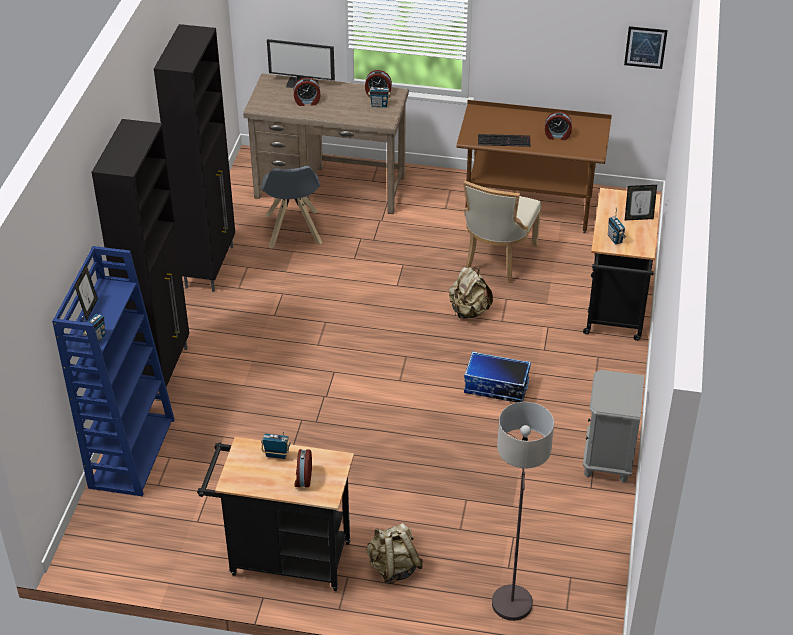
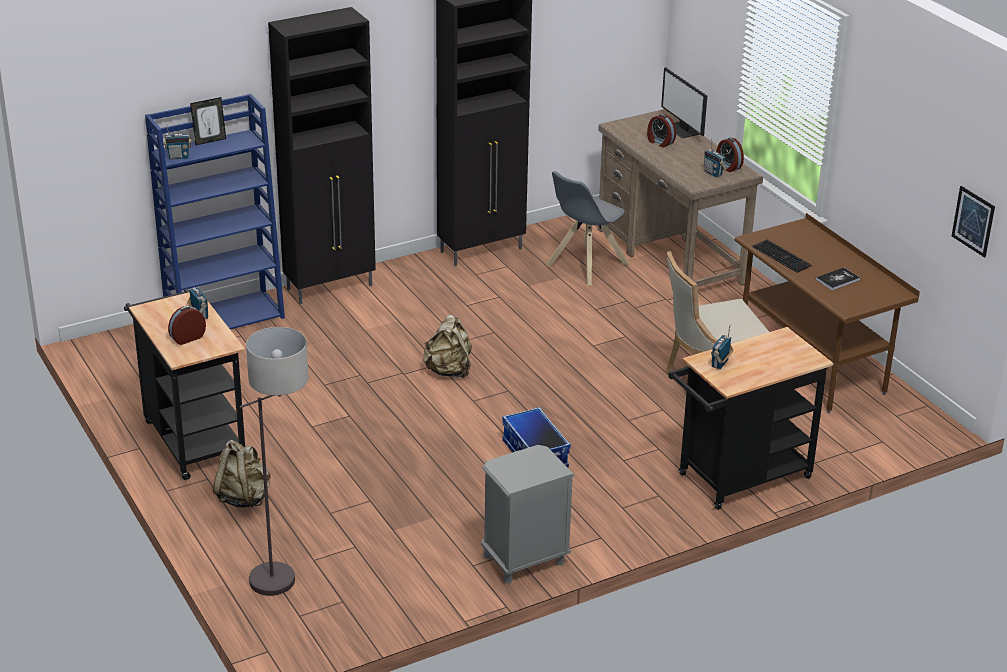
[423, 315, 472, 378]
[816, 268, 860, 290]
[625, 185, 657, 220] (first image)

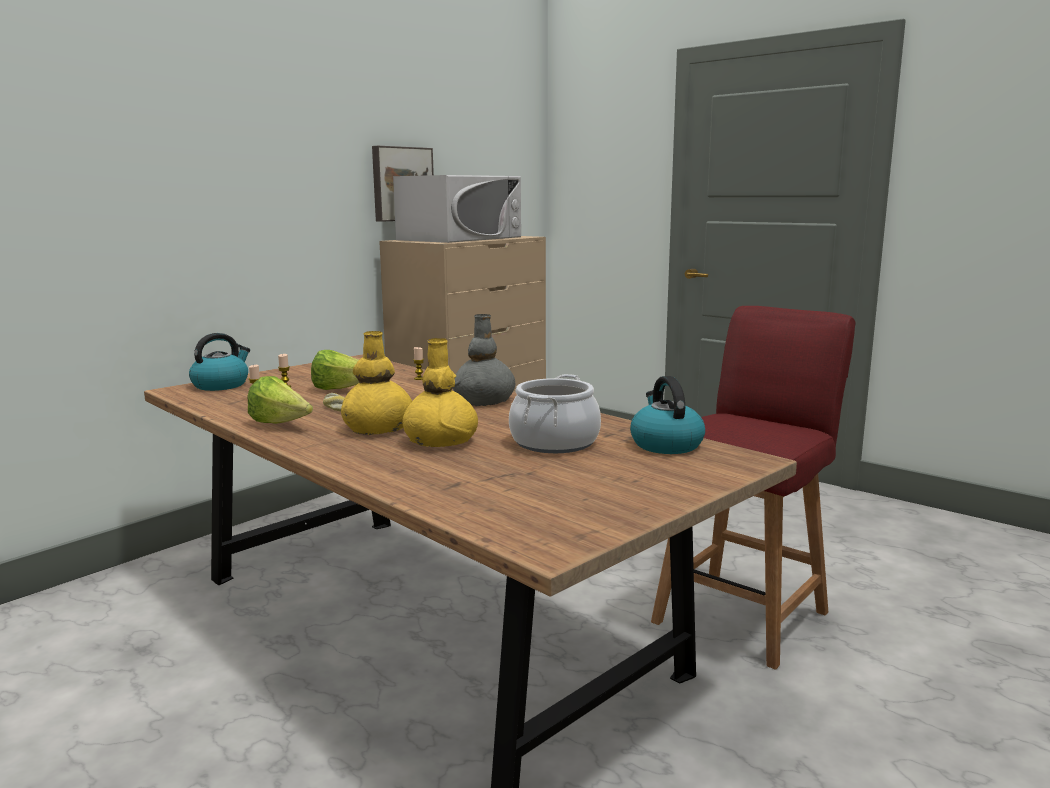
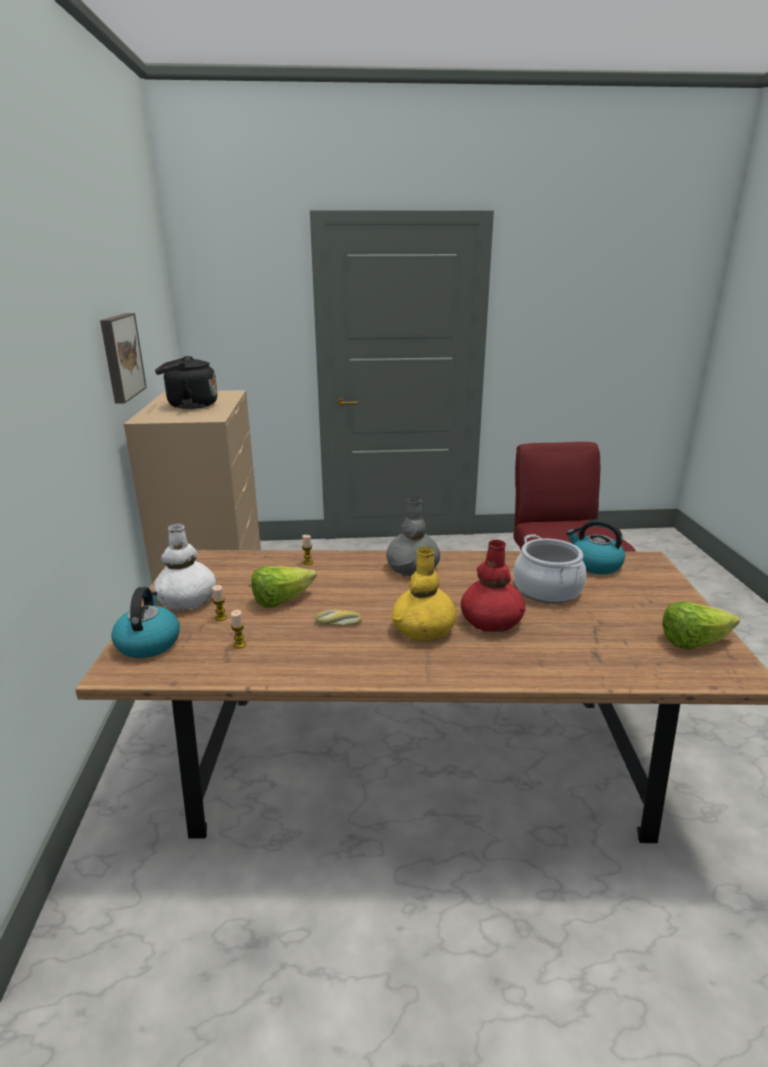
[154, 523, 216, 611]
[155, 356, 218, 409]
[461, 540, 526, 632]
[663, 601, 740, 649]

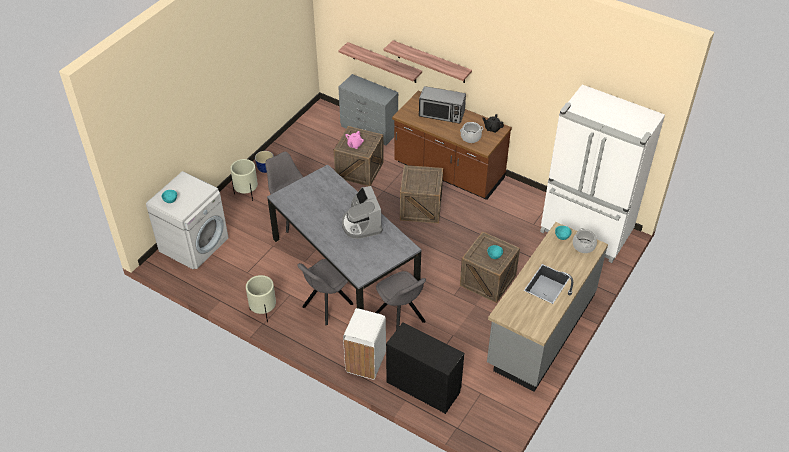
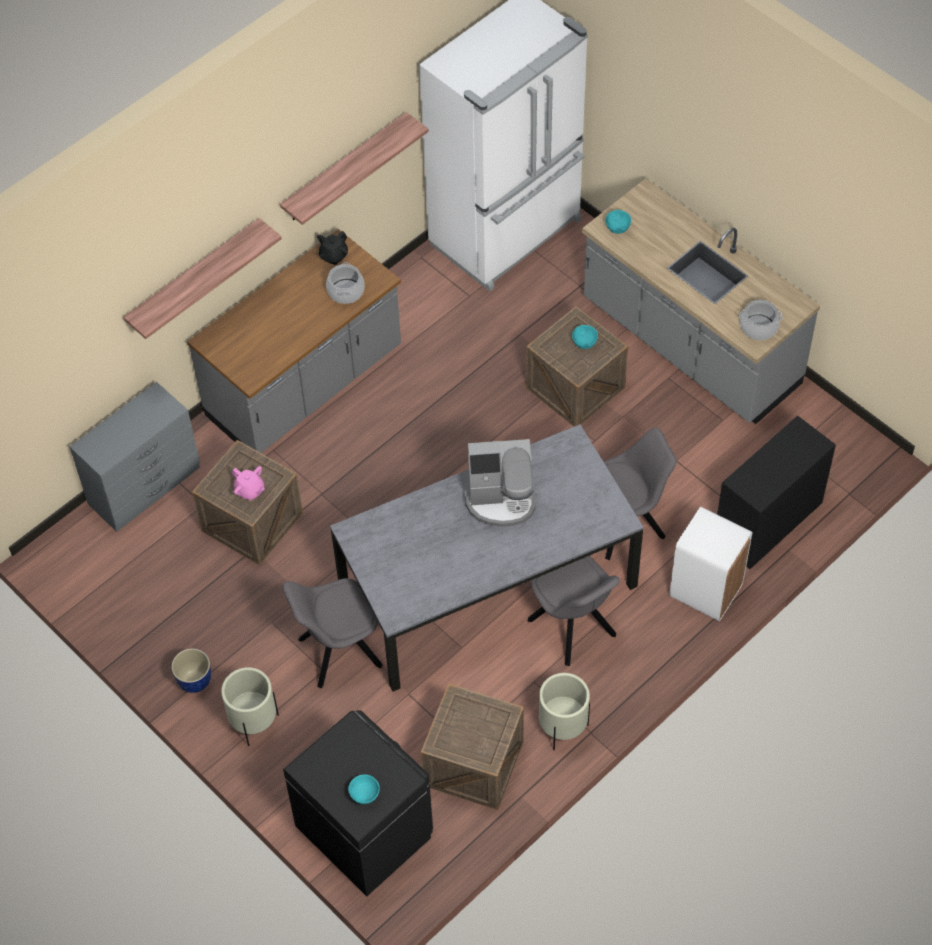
[187, 229, 401, 453]
[280, 112, 429, 225]
[283, 710, 433, 897]
[421, 683, 524, 810]
[739, 300, 783, 340]
[419, 86, 466, 124] (first image)

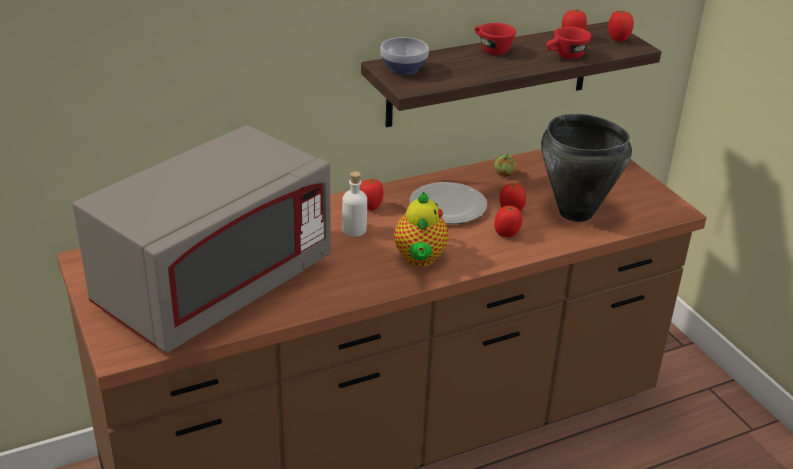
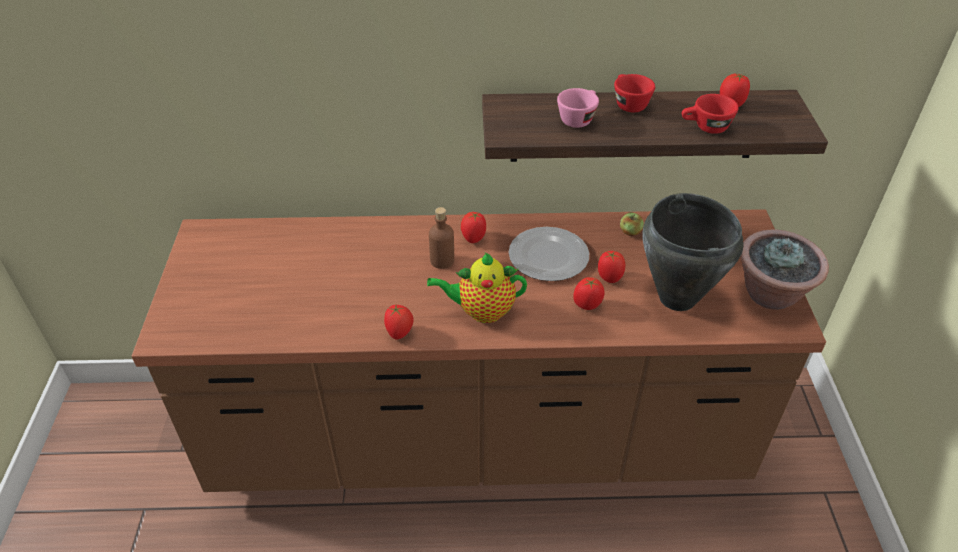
[384, 305, 414, 340]
[427, 253, 527, 323]
[429, 207, 454, 269]
[557, 88, 599, 128]
[740, 230, 829, 310]
[72, 125, 331, 352] (first image)
[380, 37, 429, 75] (first image)

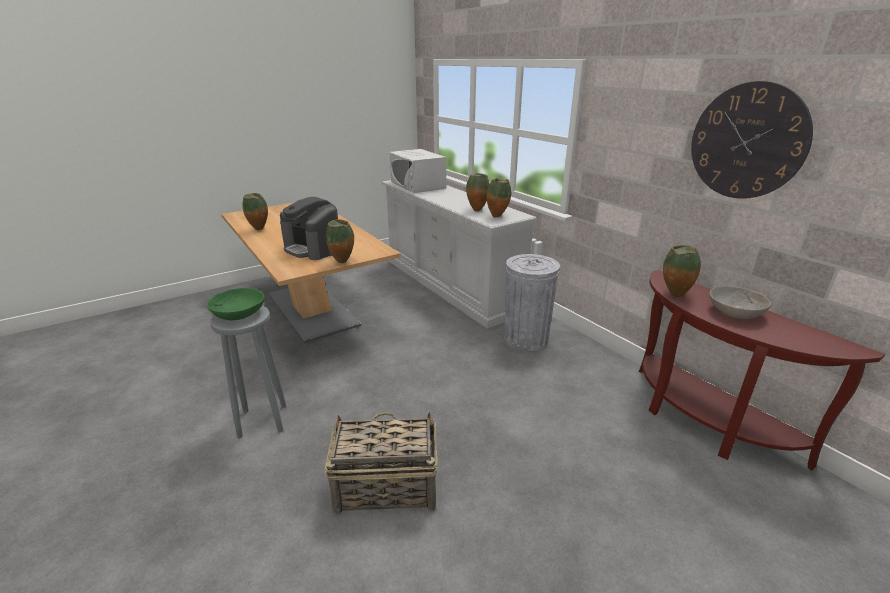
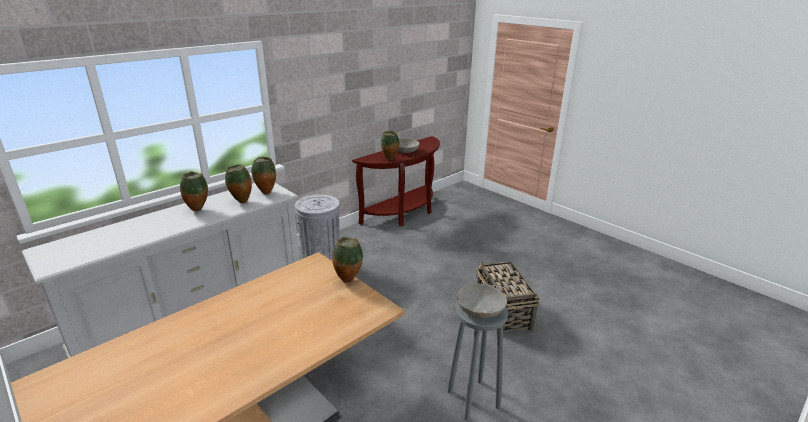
[180, 171, 208, 211]
[457, 284, 507, 319]
[280, 197, 338, 260] (first image)
[390, 149, 446, 193] (first image)
[691, 81, 813, 199] (first image)

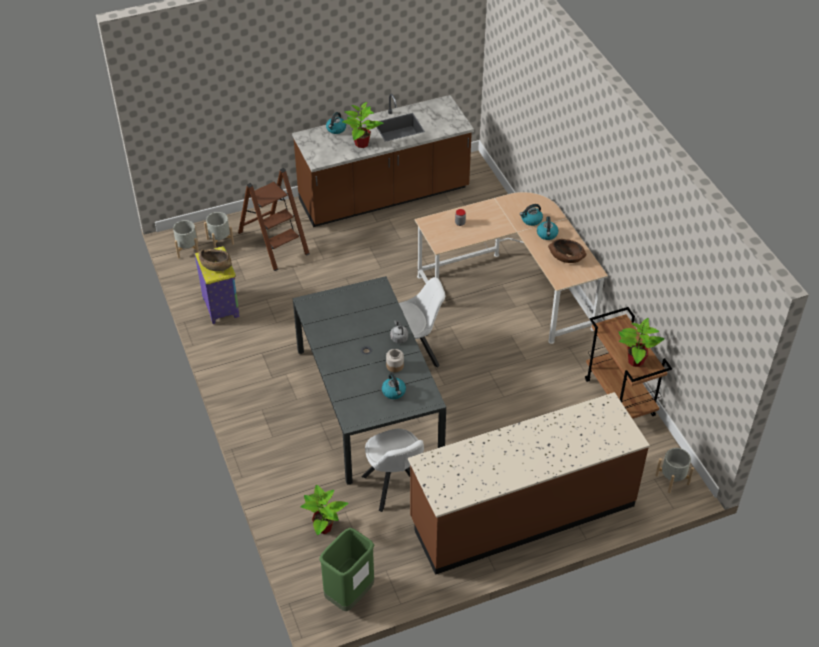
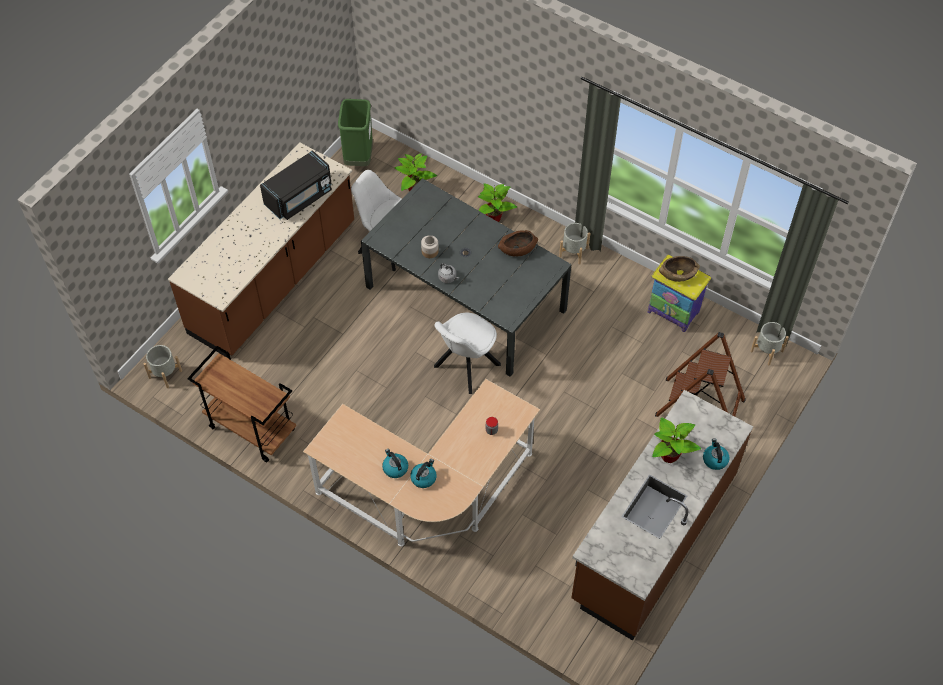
[260, 150, 332, 220]
[478, 183, 517, 222]
[498, 230, 538, 256]
[559, 223, 590, 264]
[382, 373, 406, 399] (first image)

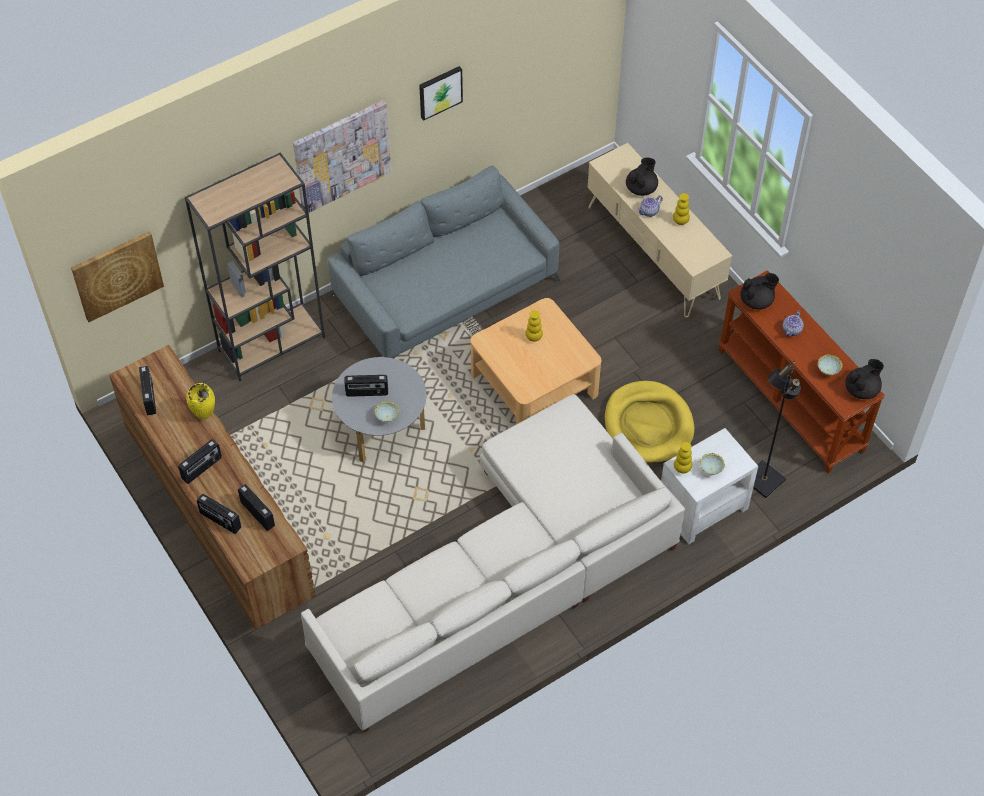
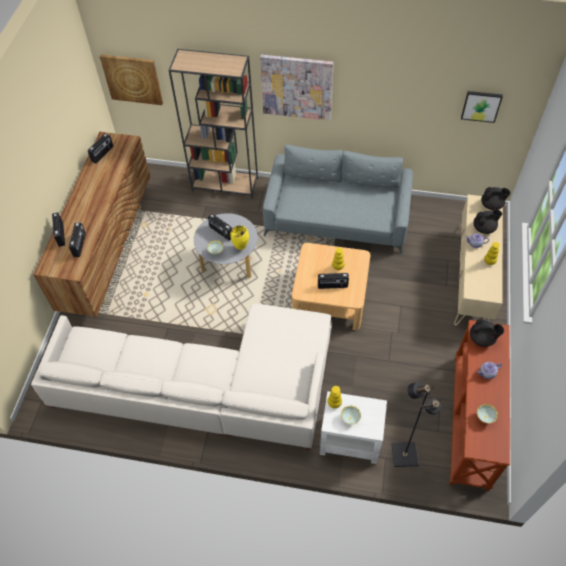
[230, 225, 249, 250]
[318, 273, 349, 289]
[461, 91, 503, 123]
[481, 187, 511, 210]
[604, 381, 694, 463] (first image)

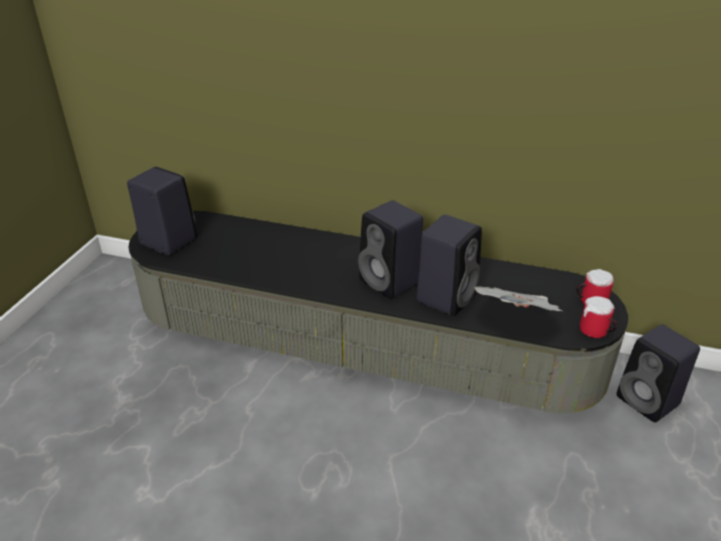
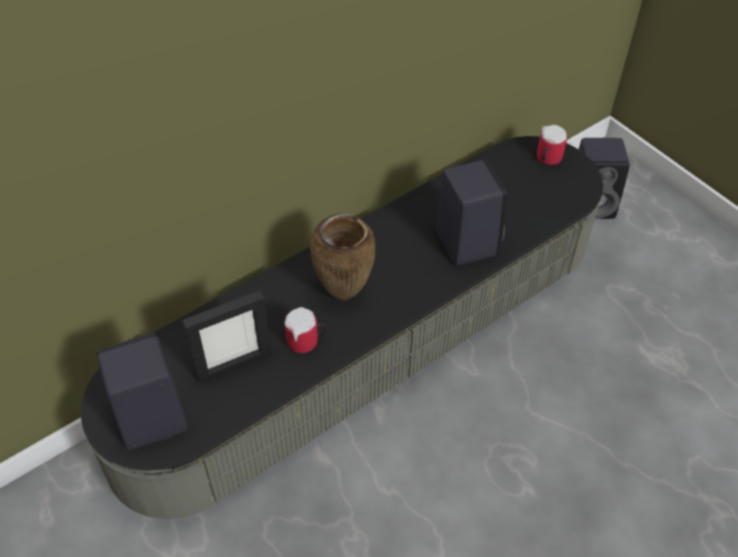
[182, 291, 272, 384]
[284, 307, 327, 353]
[310, 213, 375, 301]
[358, 200, 423, 299] (first image)
[475, 287, 564, 312] (first image)

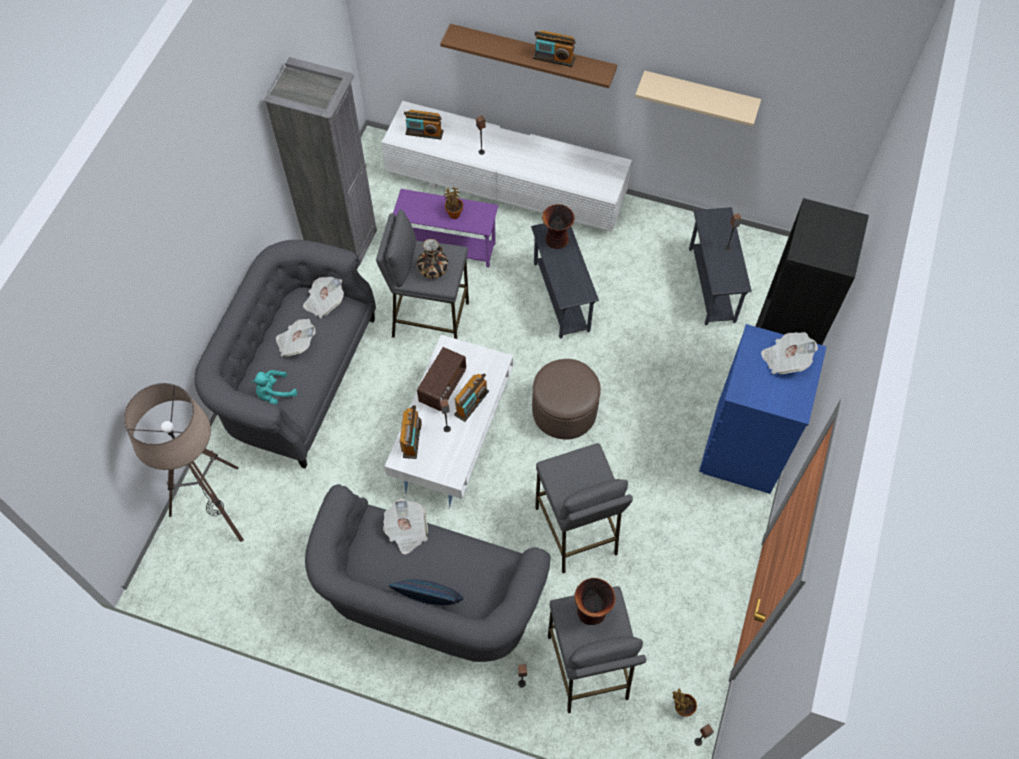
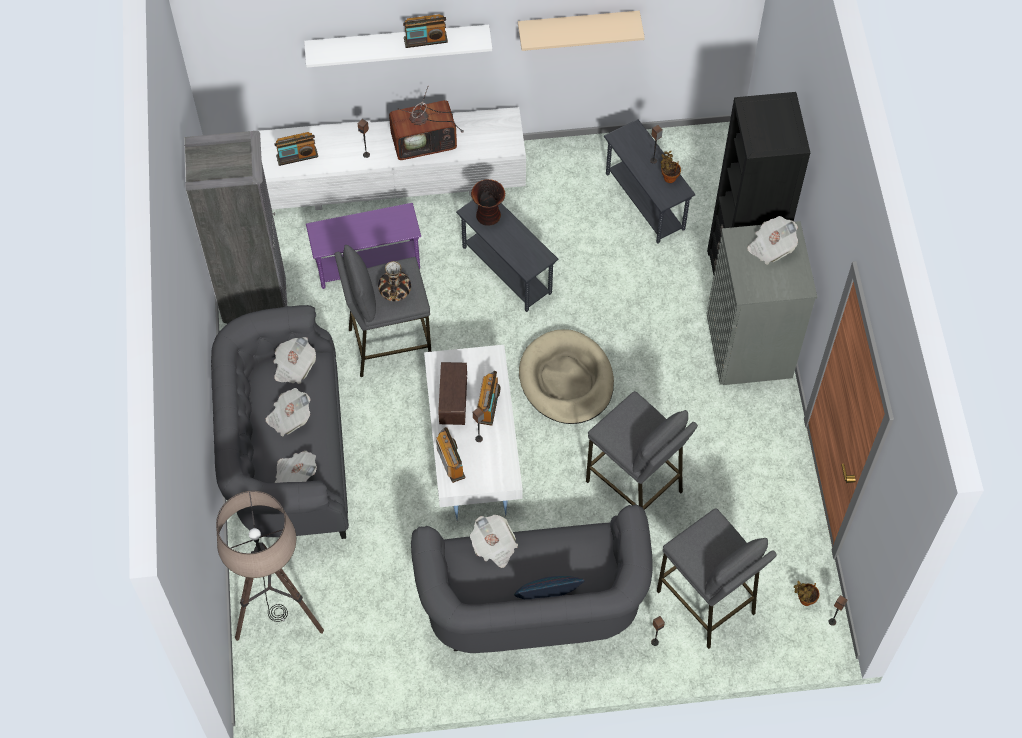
[275, 451, 317, 483]
[304, 25, 492, 68]
[389, 85, 464, 160]
[519, 329, 614, 424]
[661, 151, 681, 183]
[706, 221, 817, 385]
[574, 578, 616, 625] (first image)

